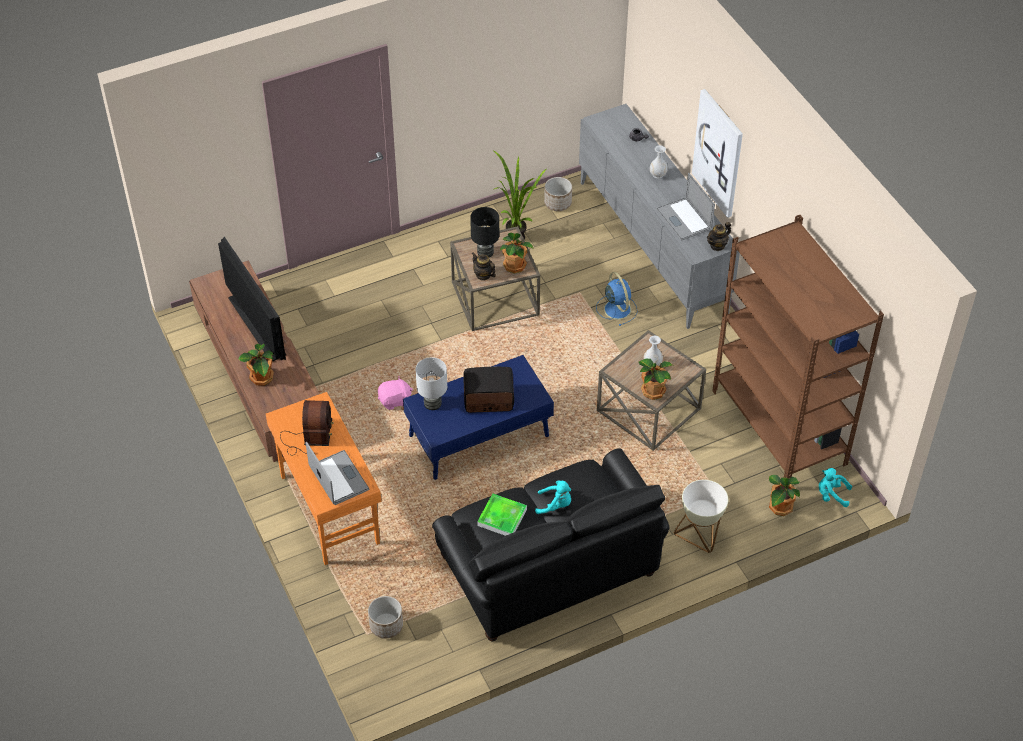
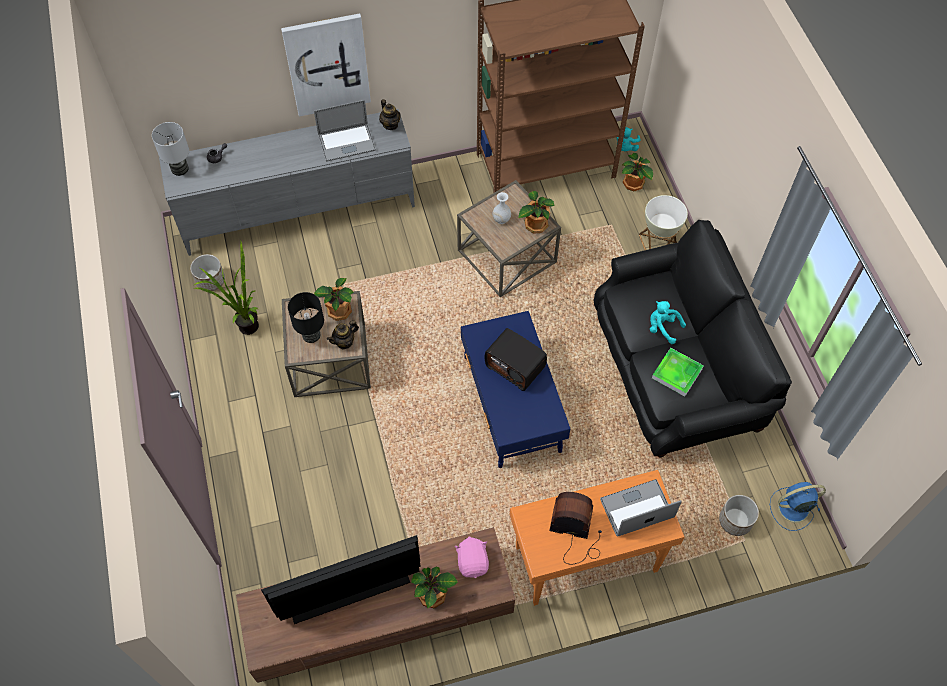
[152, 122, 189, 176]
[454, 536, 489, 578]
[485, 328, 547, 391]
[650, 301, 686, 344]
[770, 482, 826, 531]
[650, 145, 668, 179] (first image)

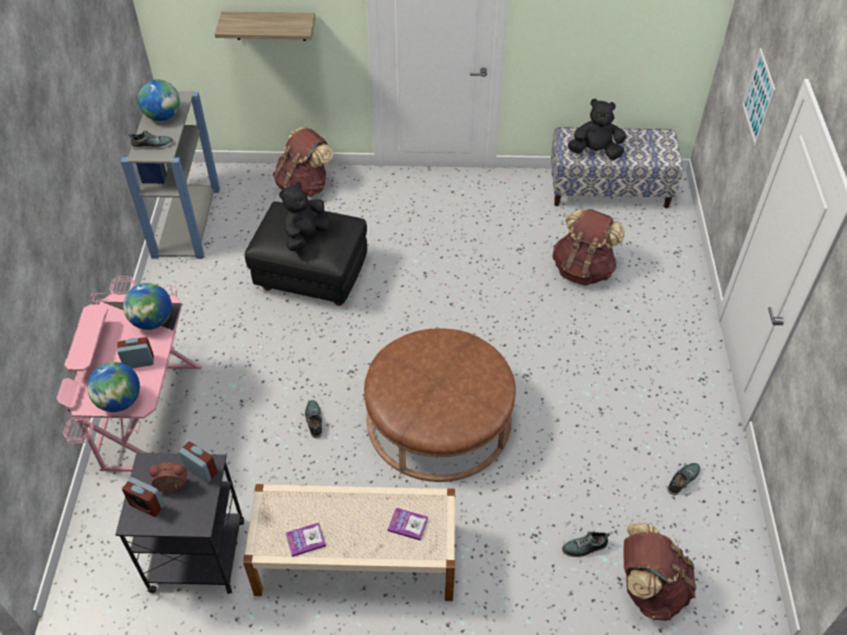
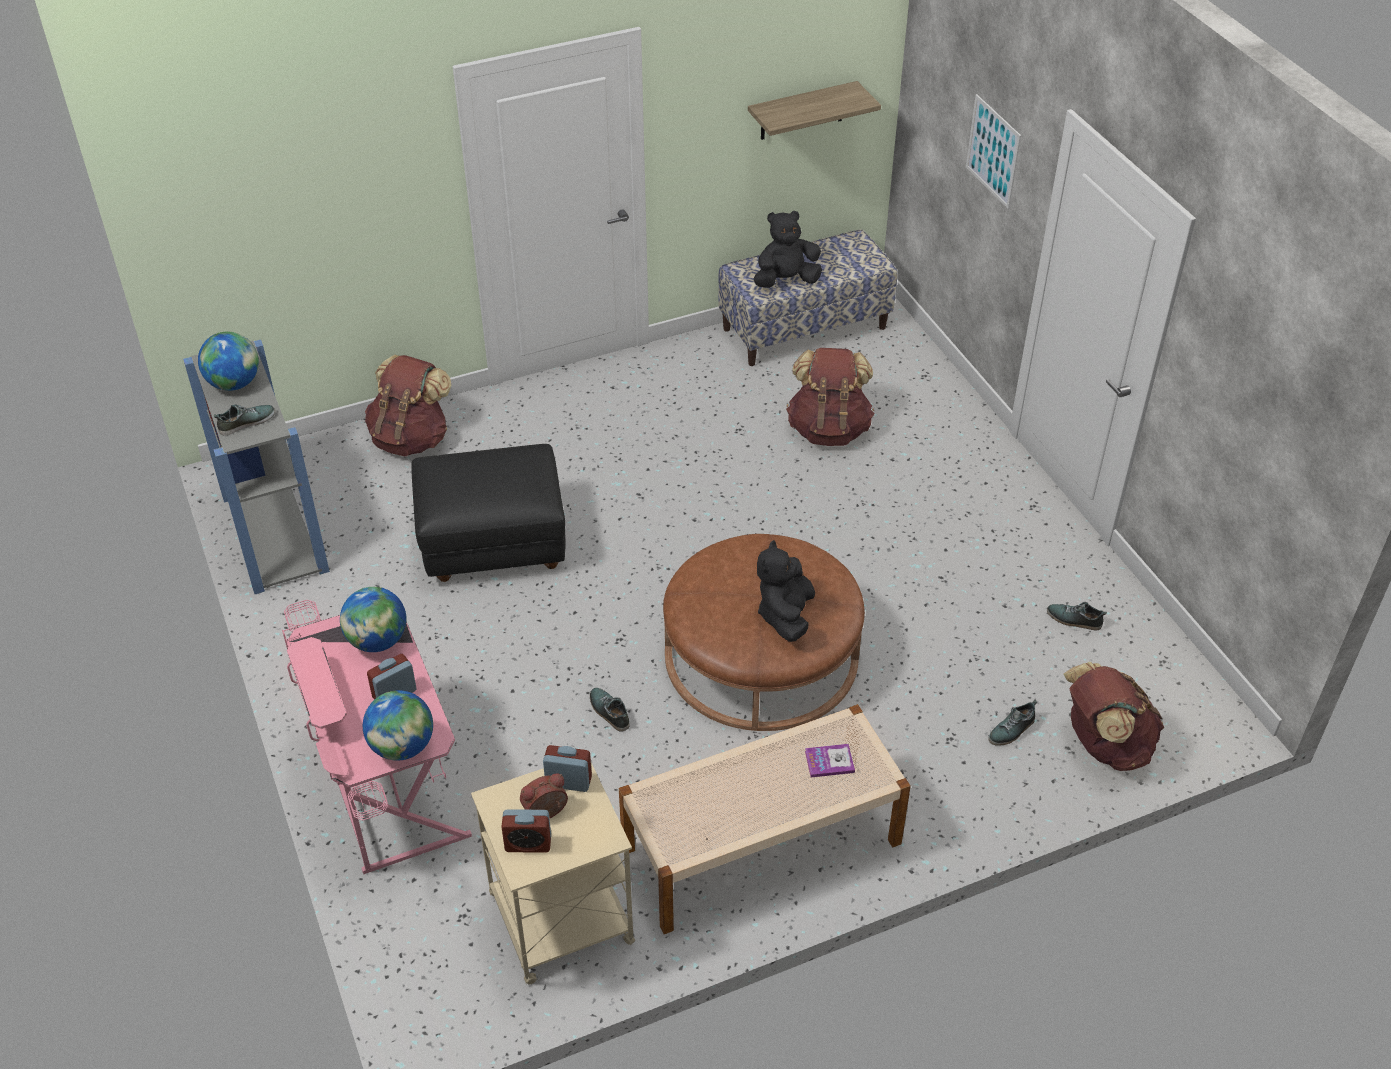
[471, 763, 635, 985]
[748, 81, 881, 140]
[757, 540, 815, 642]
[1047, 602, 1107, 631]
[285, 522, 326, 557] (first image)

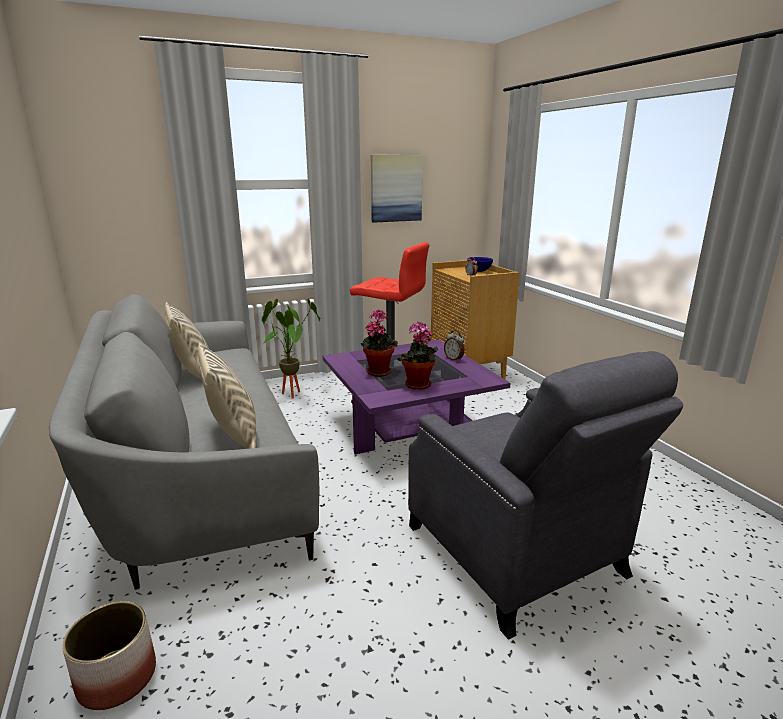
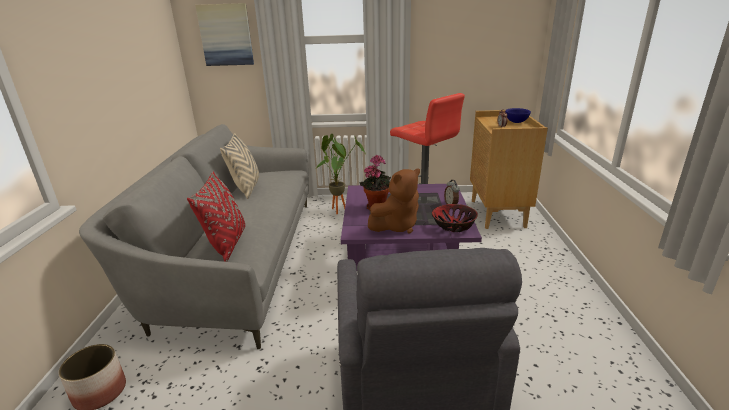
[187, 171, 245, 262]
[195, 3, 254, 66]
[368, 168, 420, 233]
[432, 204, 478, 232]

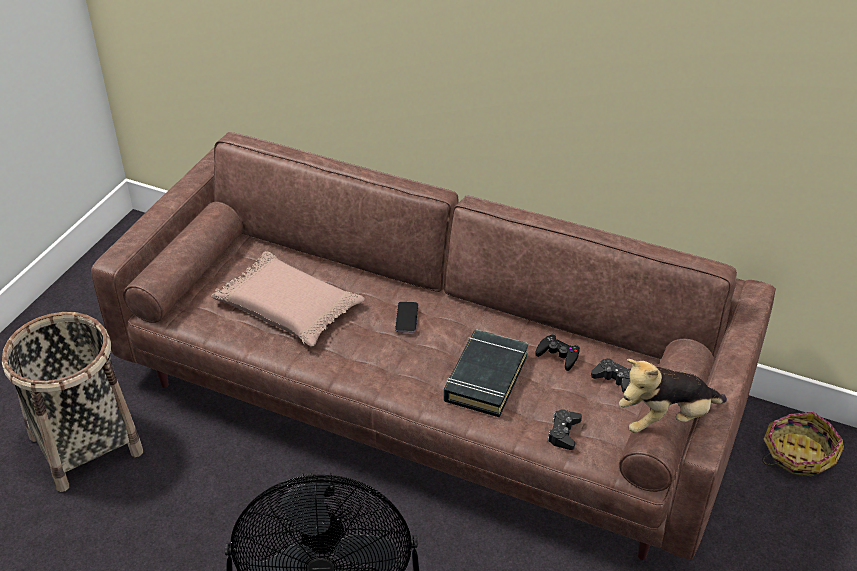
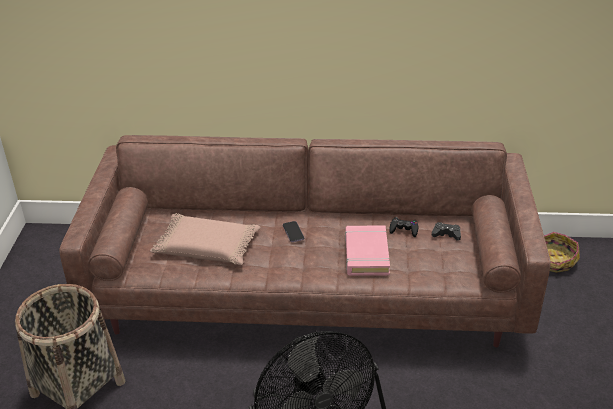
[345, 225, 390, 276]
[547, 409, 582, 450] (first image)
[619, 359, 727, 433] (first image)

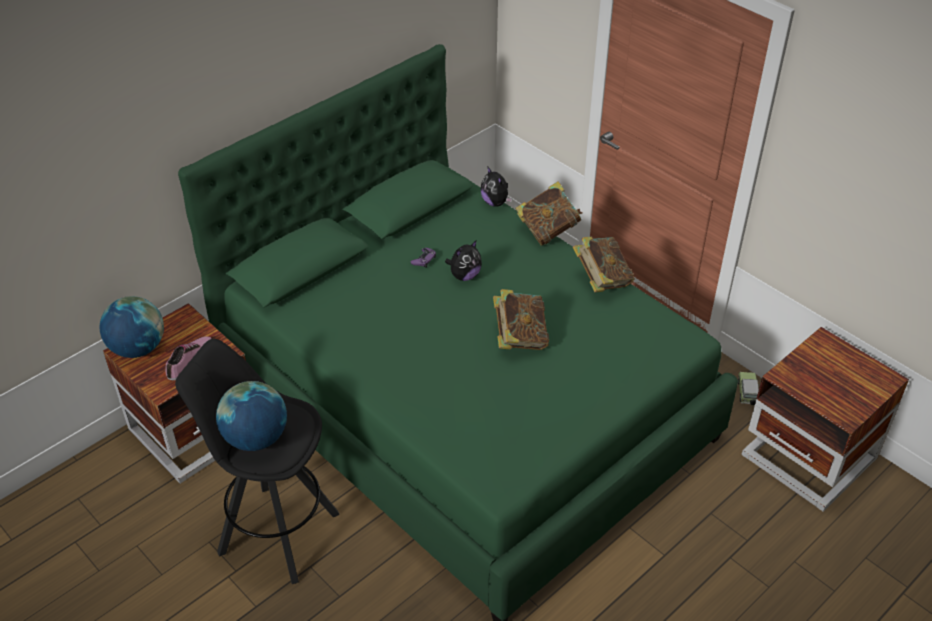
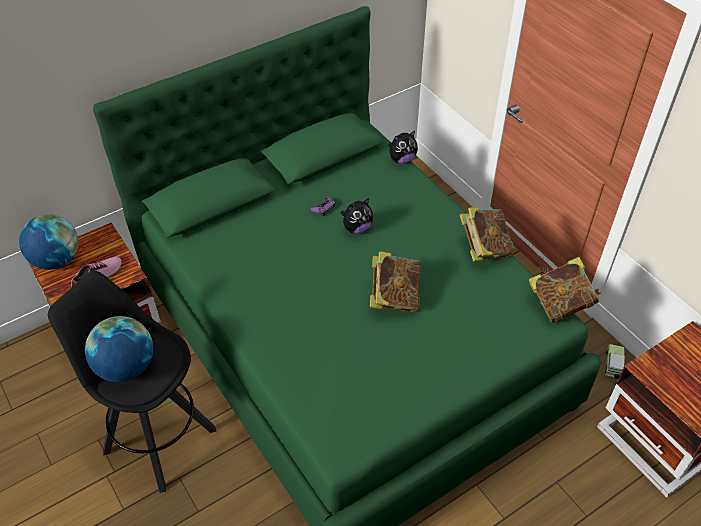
[388, 131, 418, 164]
[529, 257, 601, 323]

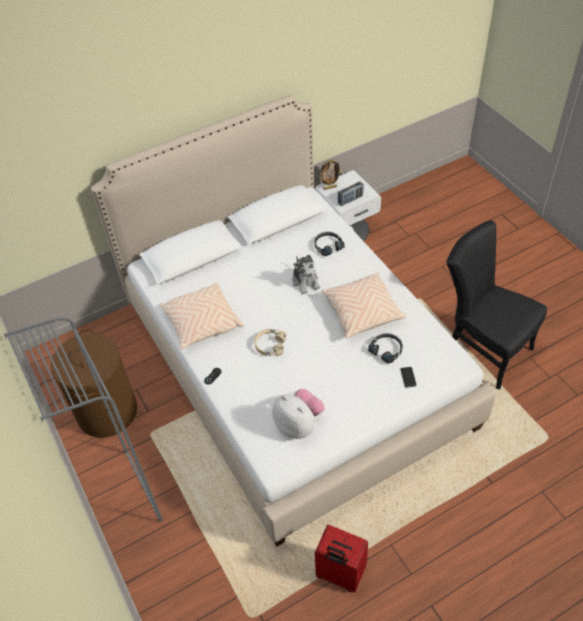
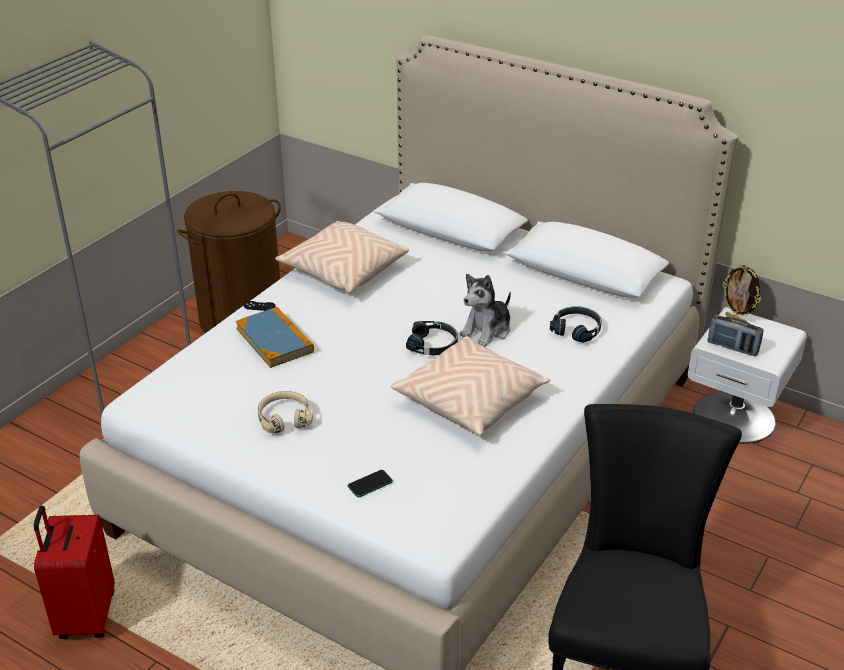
[236, 307, 314, 368]
[258, 391, 313, 434]
[406, 321, 458, 355]
[272, 389, 325, 439] (first image)

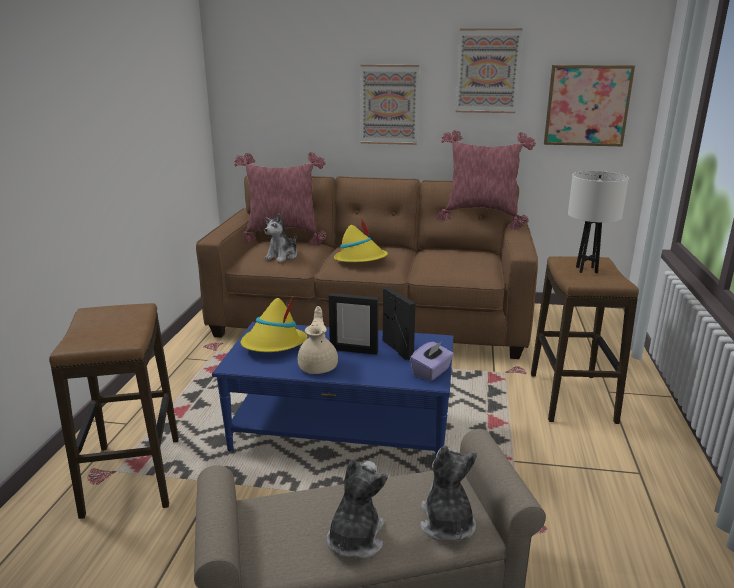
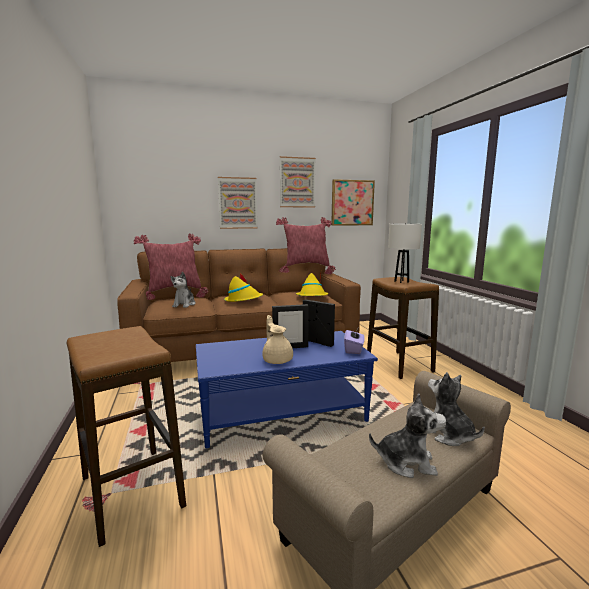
[296, 273, 328, 296]
[369, 394, 446, 478]

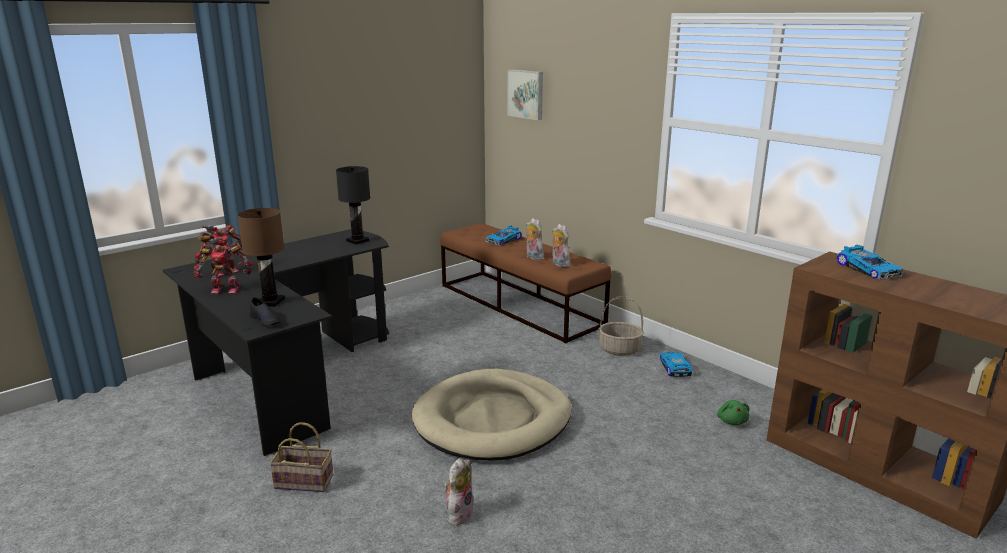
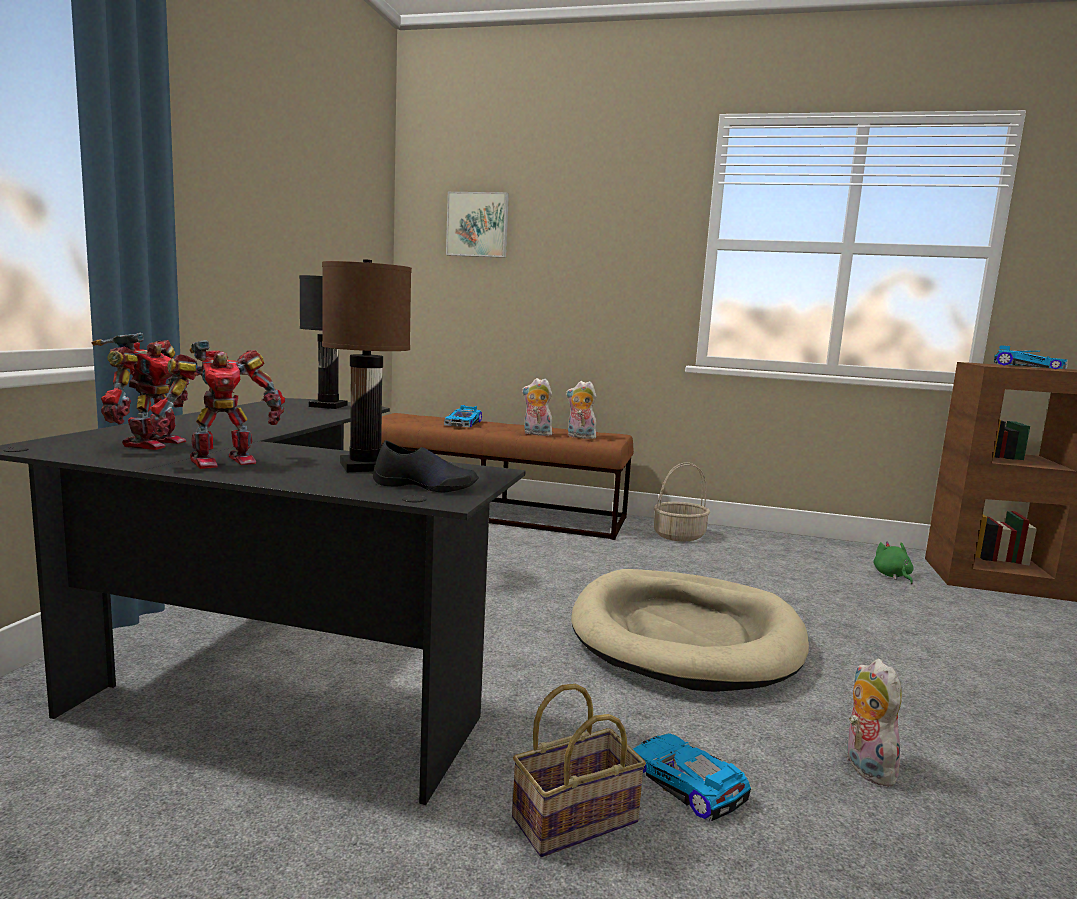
[633, 733, 751, 821]
[873, 542, 914, 584]

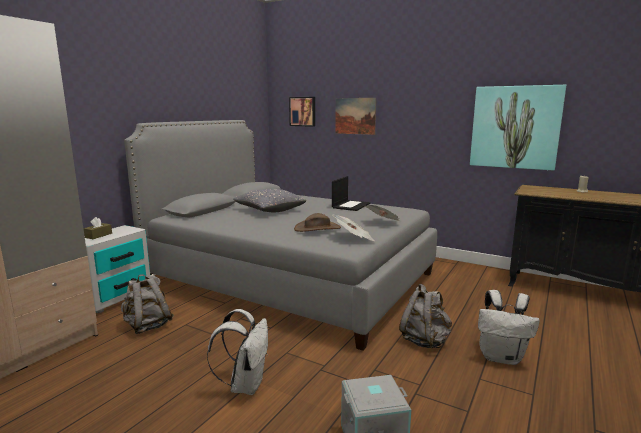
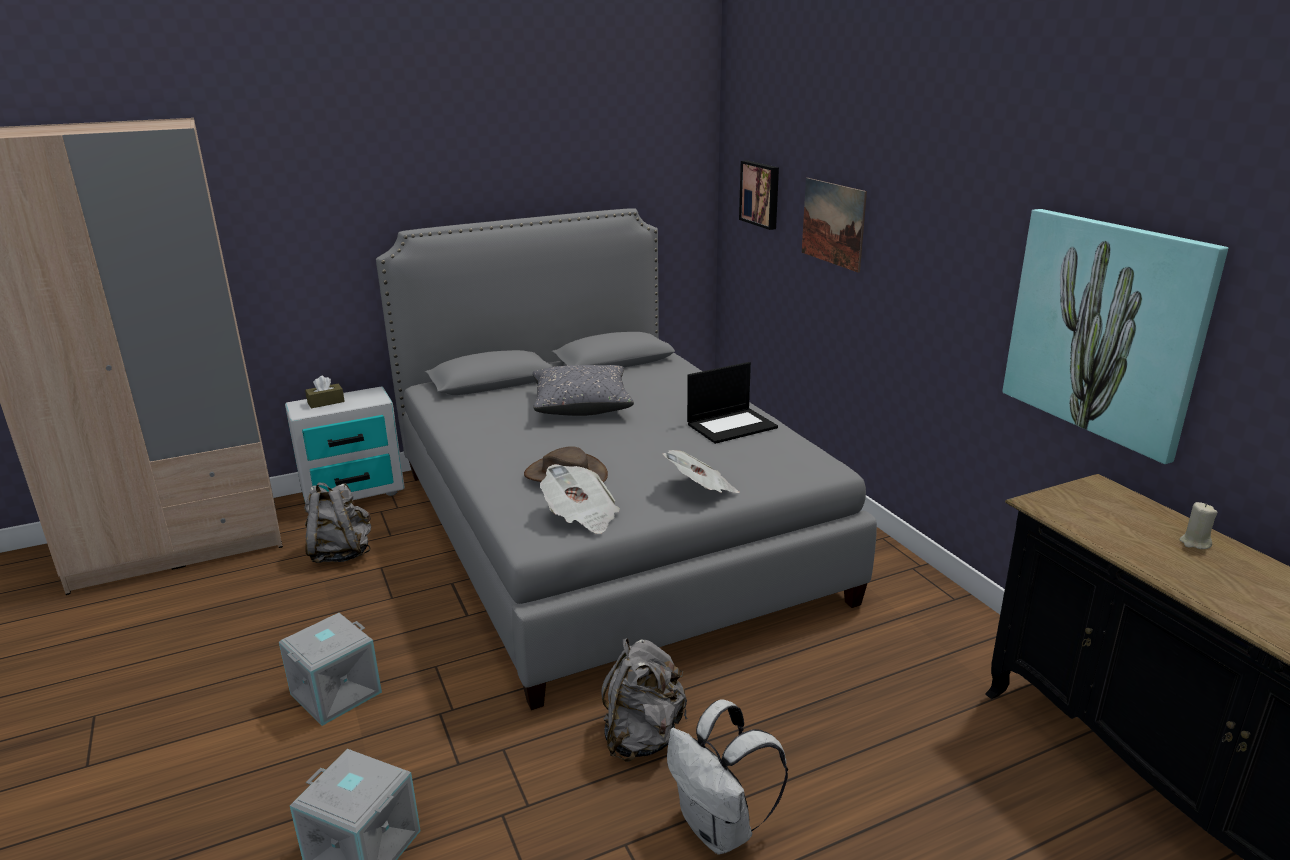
[279, 613, 382, 726]

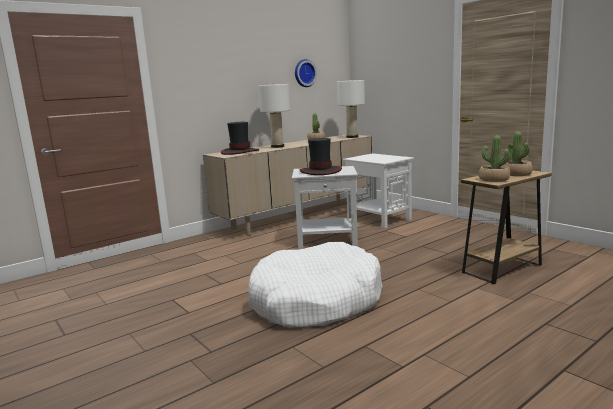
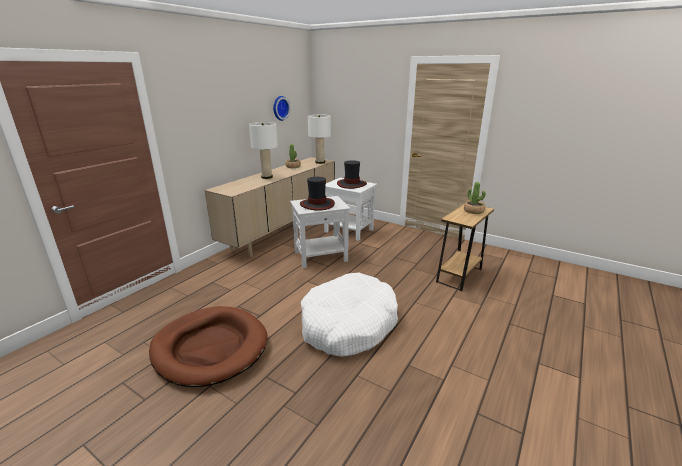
[149, 306, 268, 387]
[337, 160, 367, 189]
[479, 135, 510, 182] (first image)

